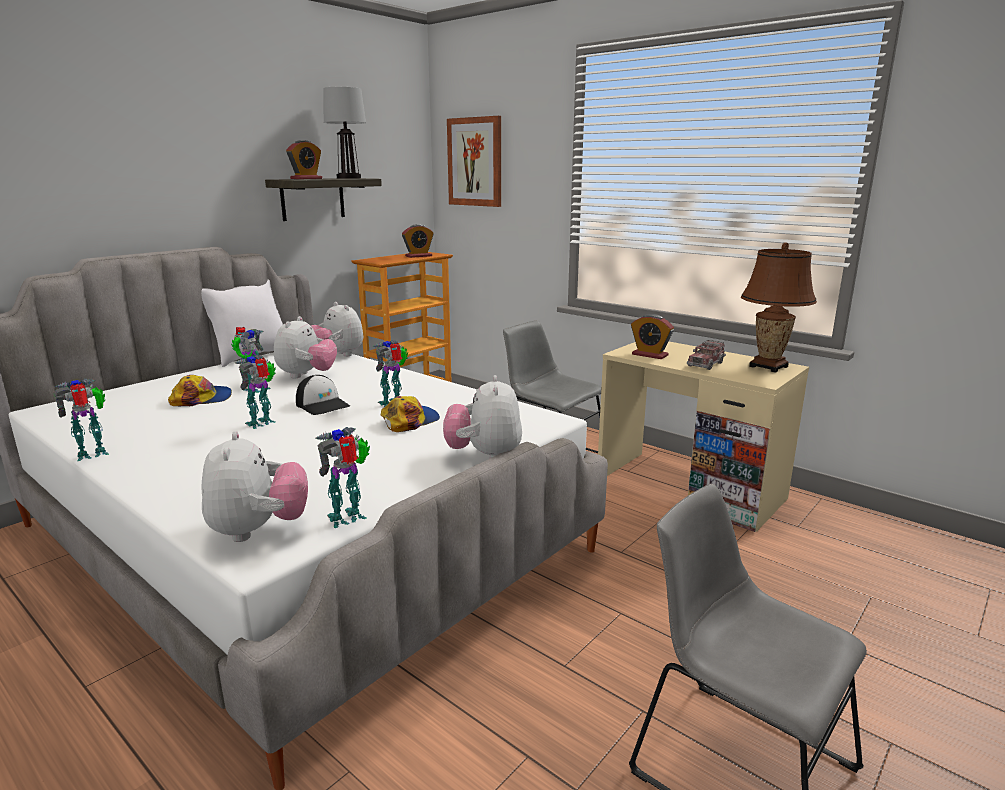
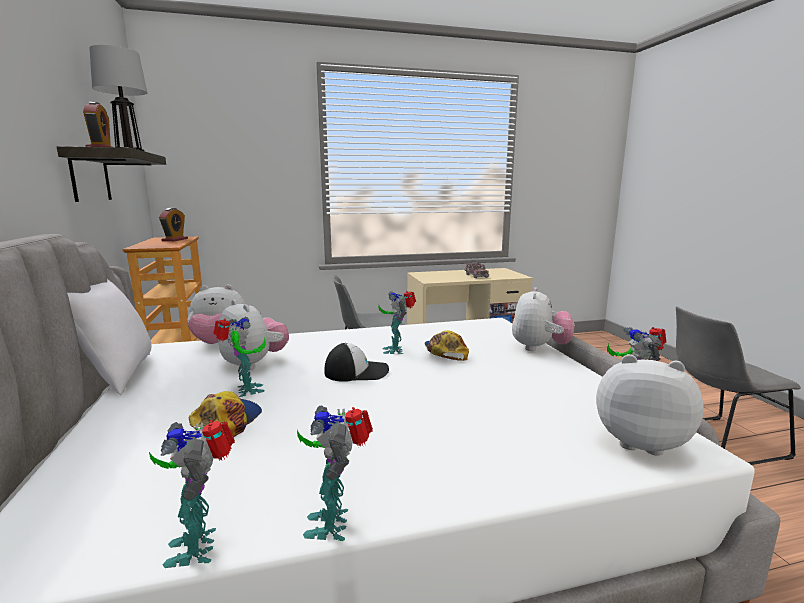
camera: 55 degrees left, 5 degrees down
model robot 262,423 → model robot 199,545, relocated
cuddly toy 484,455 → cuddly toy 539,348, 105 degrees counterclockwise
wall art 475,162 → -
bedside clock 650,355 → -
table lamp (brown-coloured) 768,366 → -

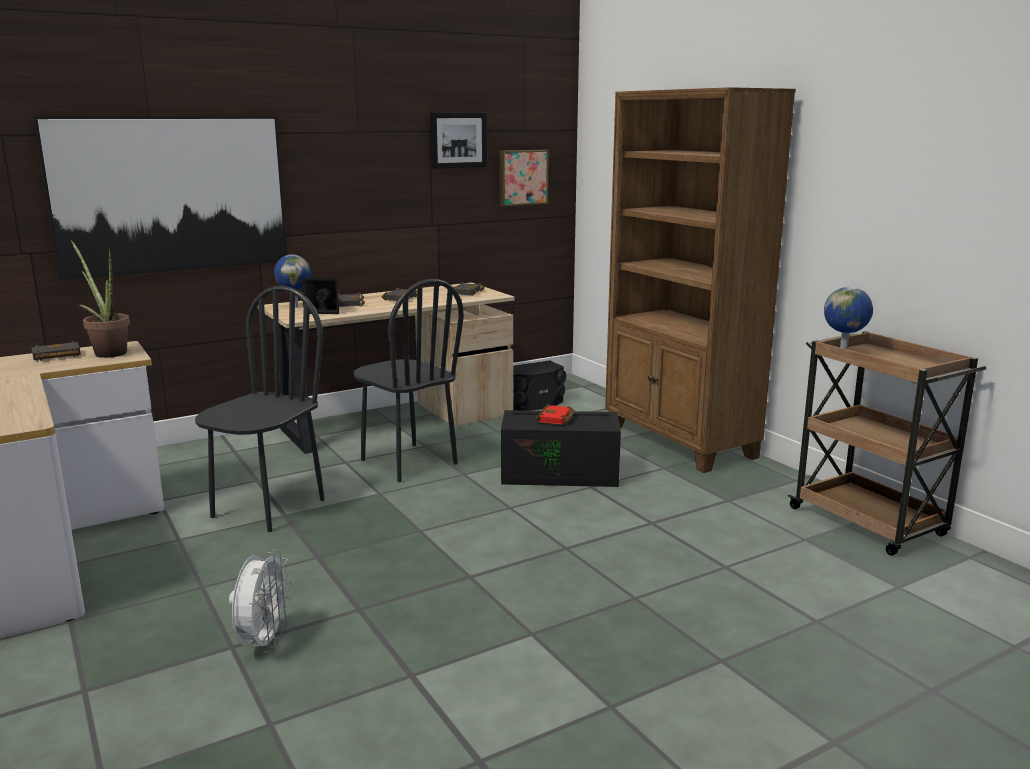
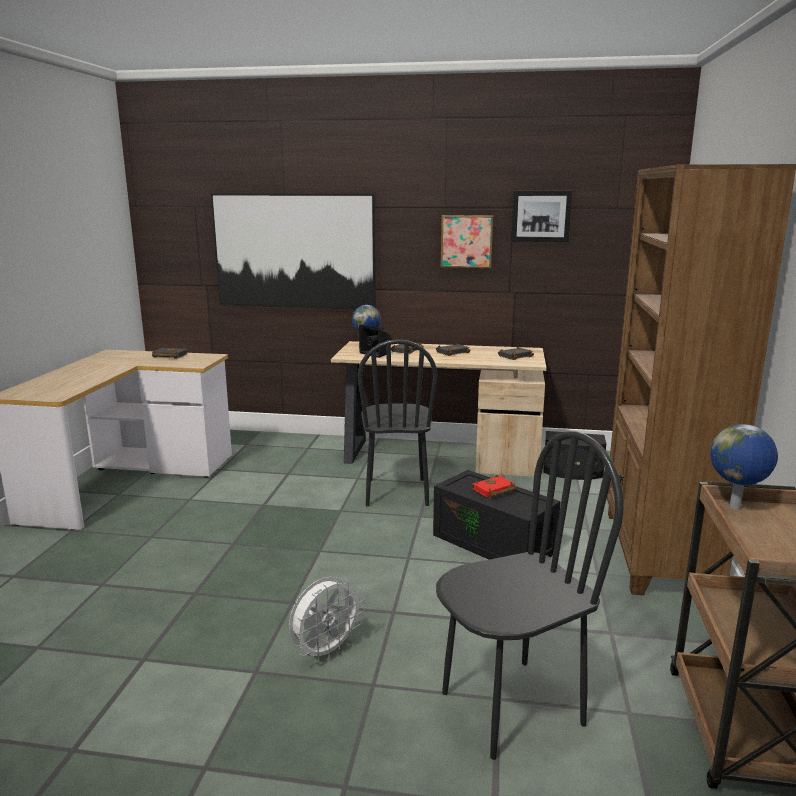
camera: 40 degrees right, 0 degrees up
fan (whitish) 263,642 → fan (whitish) 326,651, relocated
chair (blackish) 268,508 → chair (blackish) 511,707, relocated
wall art 522,177 → wall art 466,241, relocated
plant in a pot 107,352 → -

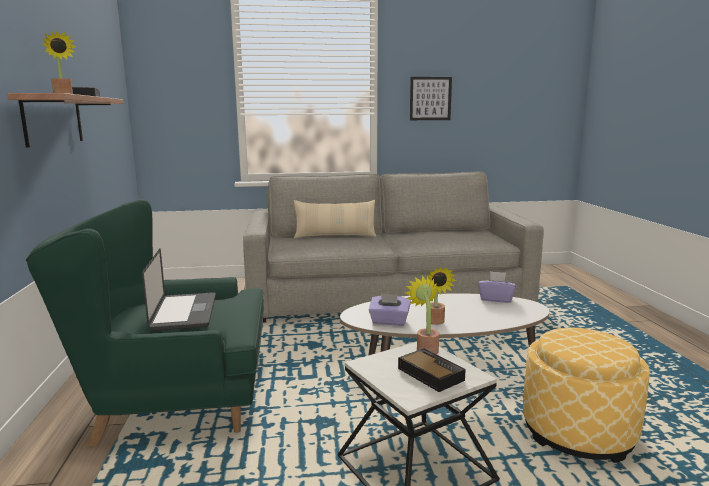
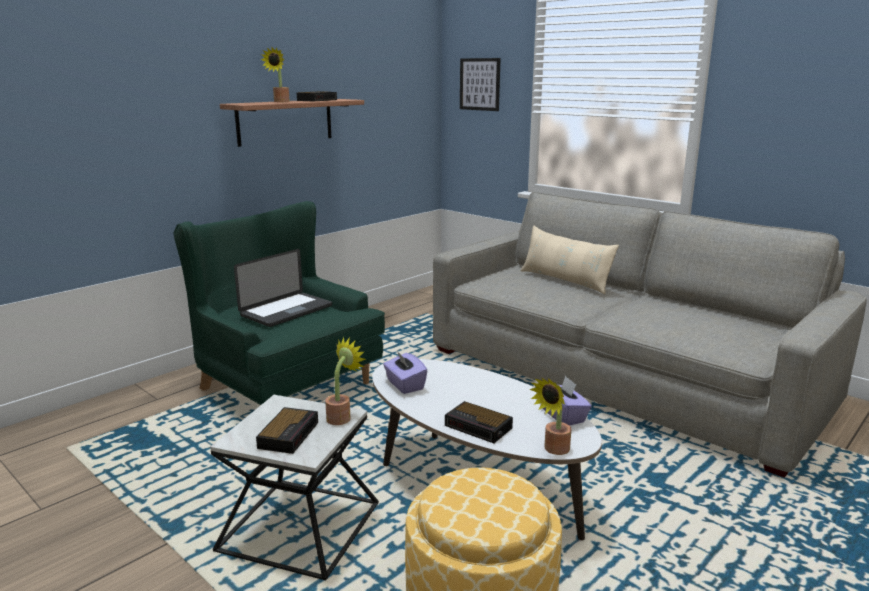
camera: 50 degrees right, 5 degrees up
- → bedside clock 479,427
wall art 430,98 → wall art 479,84, relocated
plant in a pot 436,322 → plant in a pot 553,450, relocated

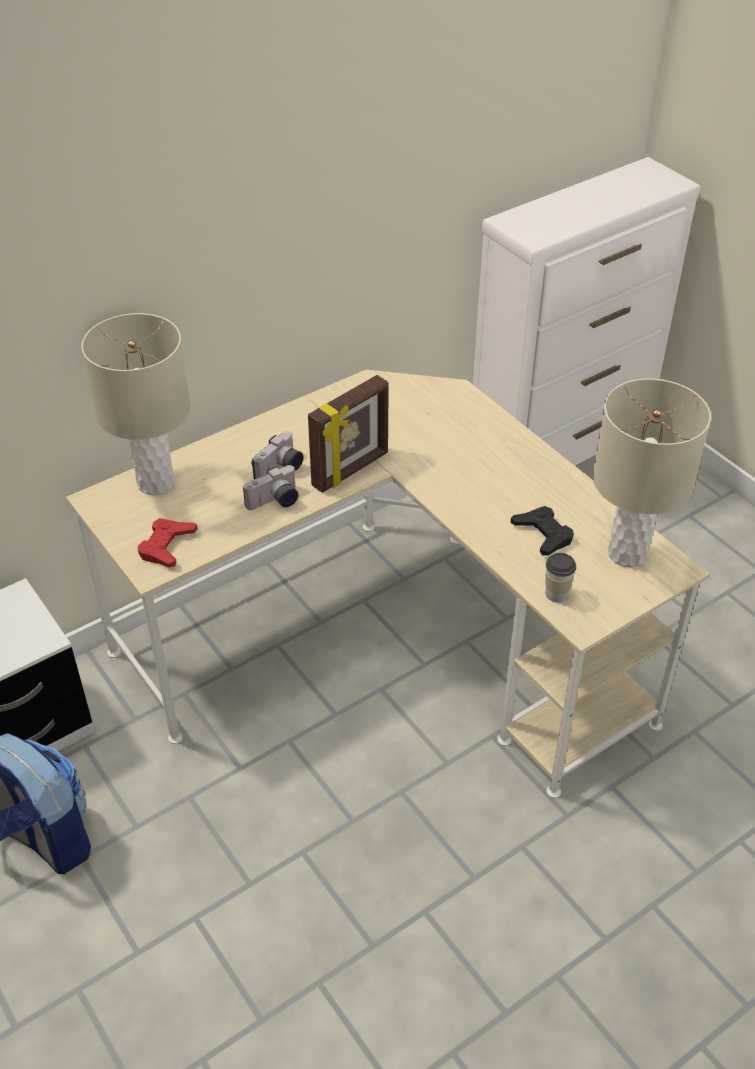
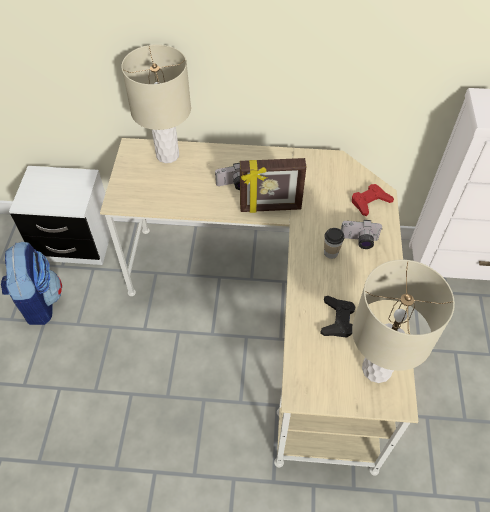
camera: 40 degrees right, 10 degrees up
cup 556,594 → cup 331,252, relocated
photo camera 275,502 → photo camera 359,241, relocated
game controller (red-coloured) 167,546 → game controller (red-coloured) 370,202, relocated

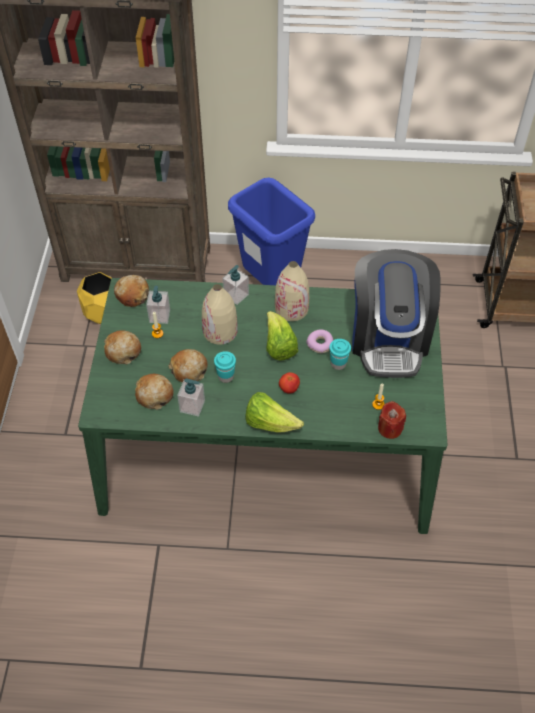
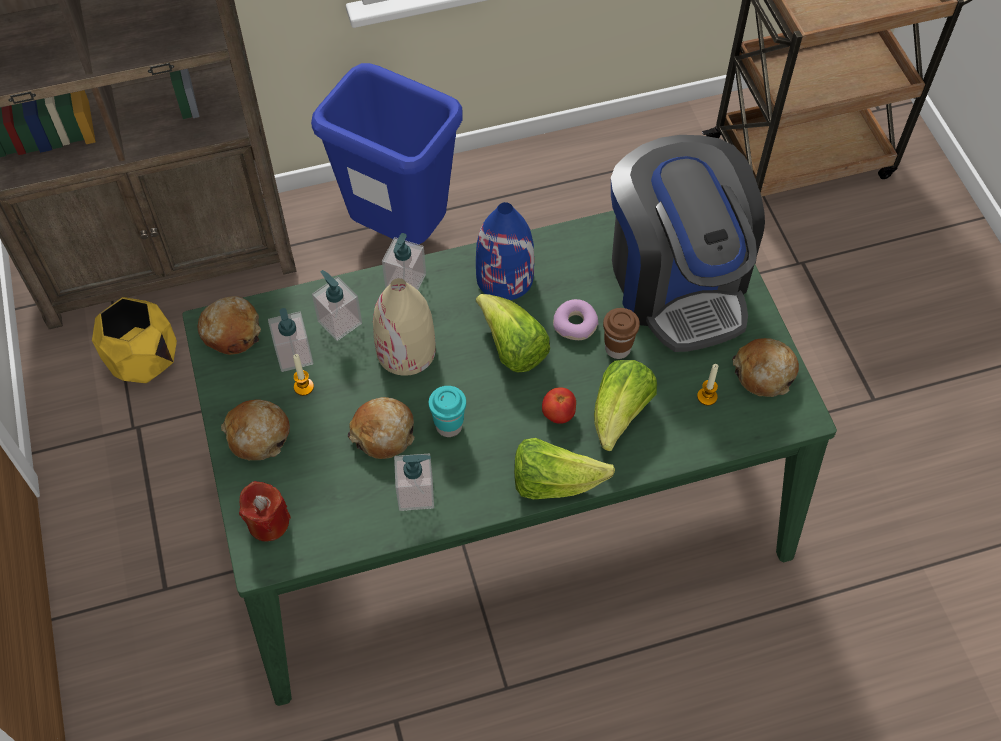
camera: 20 degrees left, 5 degrees up
wax candle (red-coloured) 390,428 → wax candle (red-coloured) 268,522, relocated
- → soap dispenser 339,322
decorative vase (beige) 292,308 → decorative vase (blue) 505,277
- → lettuce 619,415
cup (turquoise-coloured) 338,364 → cup (brown-coloured) 617,348
bakery bread 154,395 → bakery bread 764,373, relocated

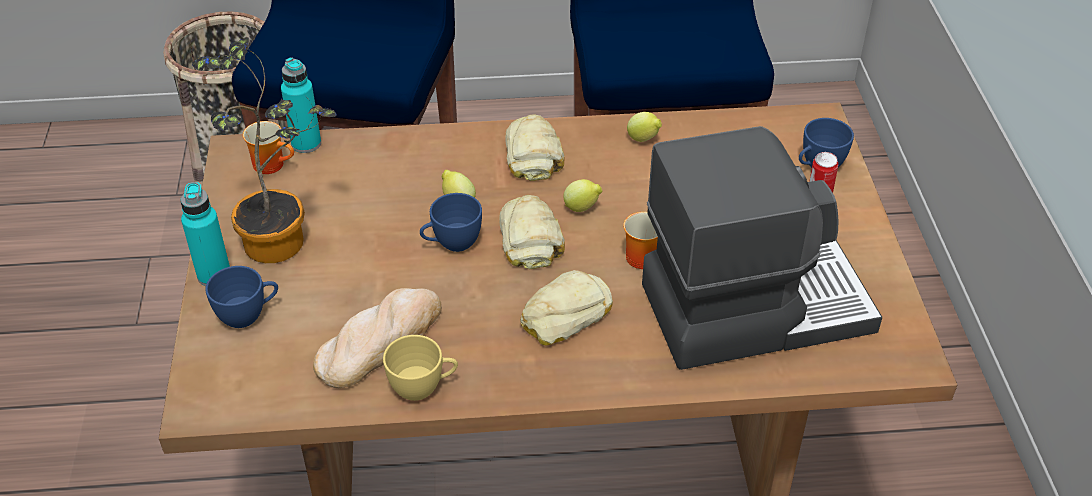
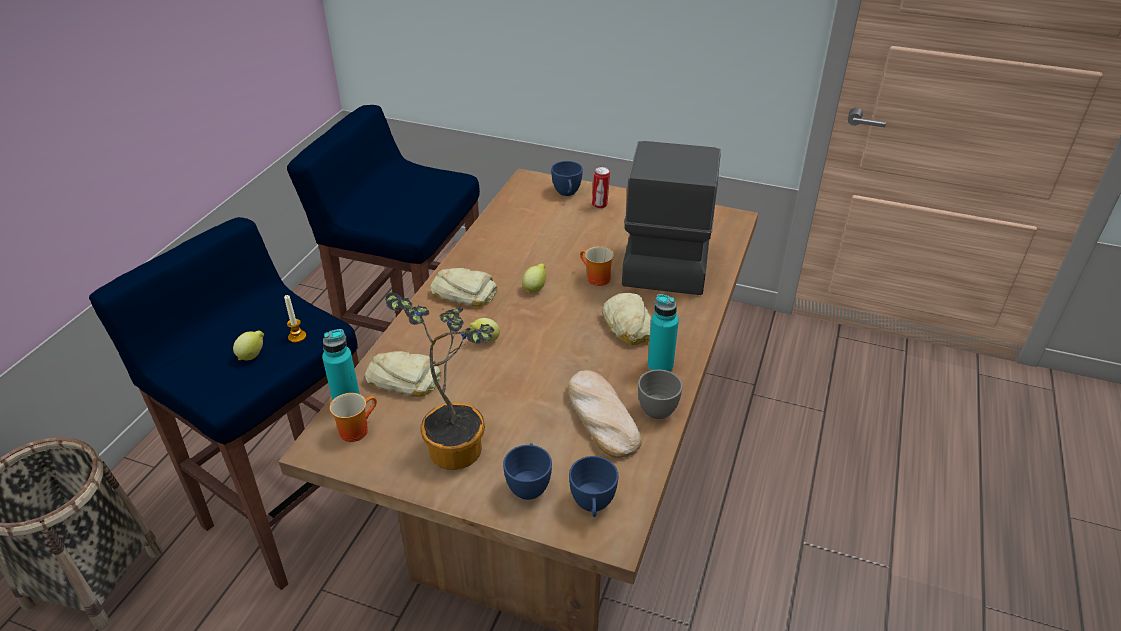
camera: 65 degrees left, 5 degrees down
lemon 644,139 → lemon 252,355, relocated
- → wax candle 297,336
bakery bread 531,238 → bakery bread 404,378, relocated
cup (blue) 451,244 → cup (blue) 592,506, relocated
cup (yellow) 423,387 → cup (grey) 658,407
bottle (turquoise-coloured) 214,275 → bottle (turquoise-coloured) 660,366, relocated

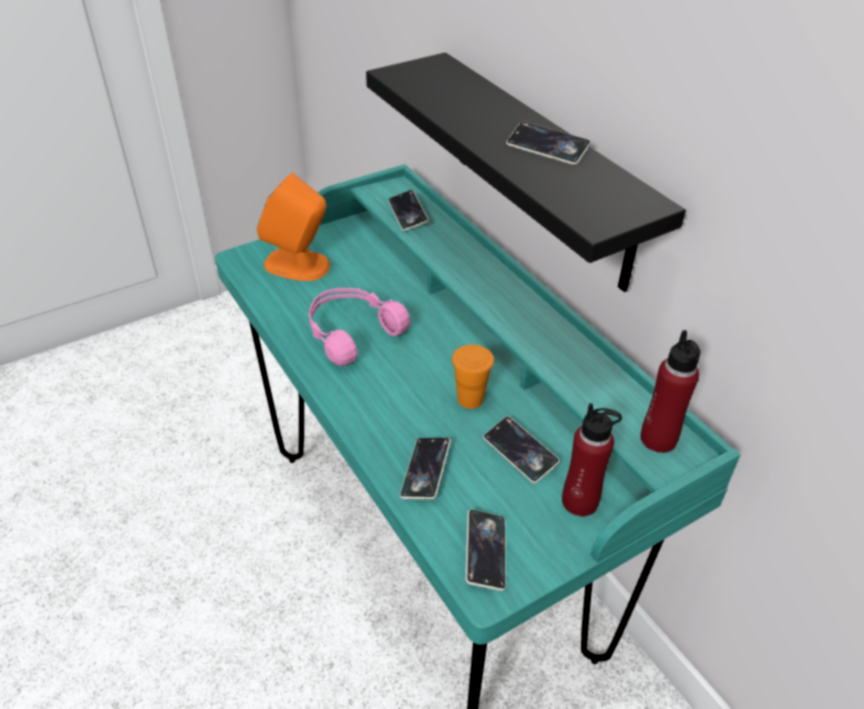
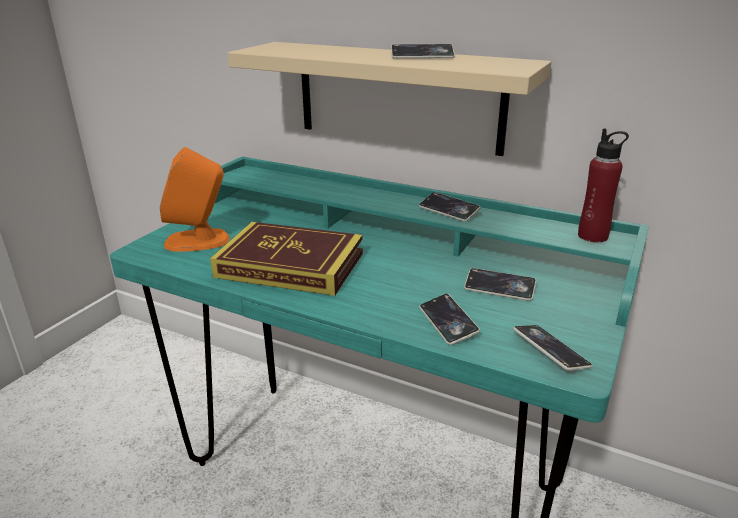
camera: 30 degrees left, 15 degrees down
headphones (pinkish) 351,332 → bound book 290,265
wall shelf (blackish) 542,171 → wall shelf (beige) 398,97
phone 407,214 → phone 448,210, relocated
cup (orange) 470,399 → -
bottle (red-coloured) 580,501 → -

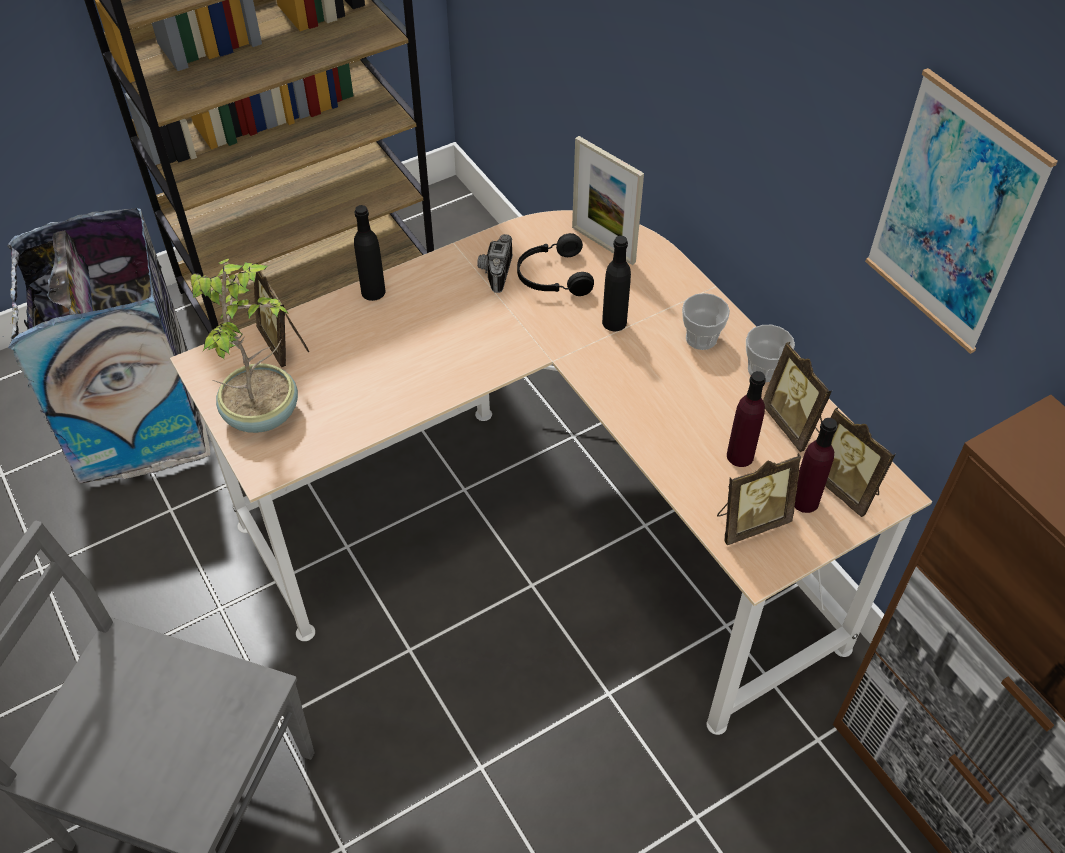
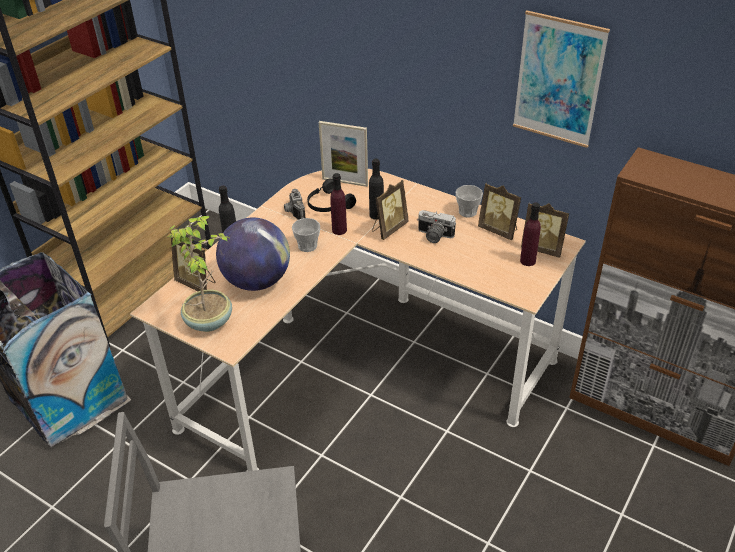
camera: 25 degrees left, 10 degrees down
- → globe 257,281
cup 701,338 → cup 307,246, relocated
bottle (purple-coloured) 740,456 → bottle (purple-coloured) 339,230, relocated
photo frame 750,522 → photo frame 388,229, relocated
- → photo camera 433,236

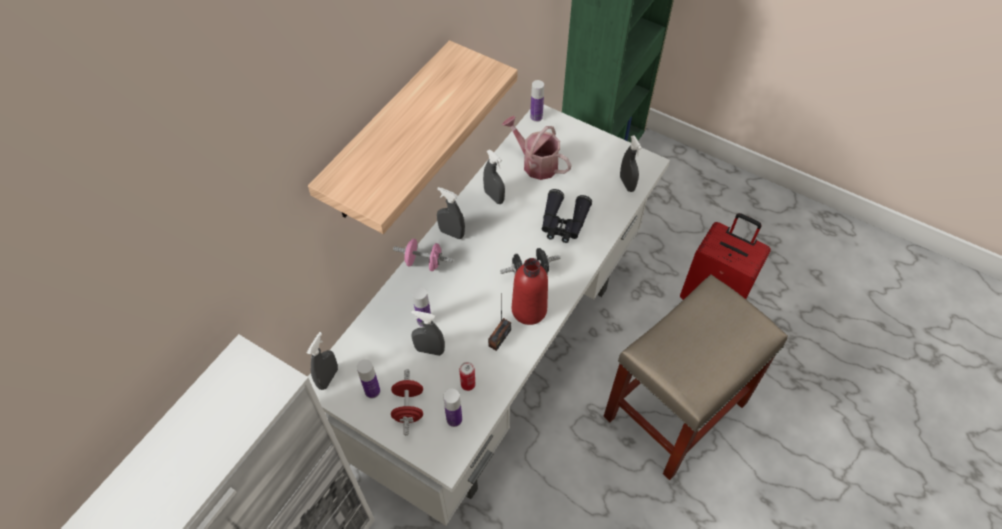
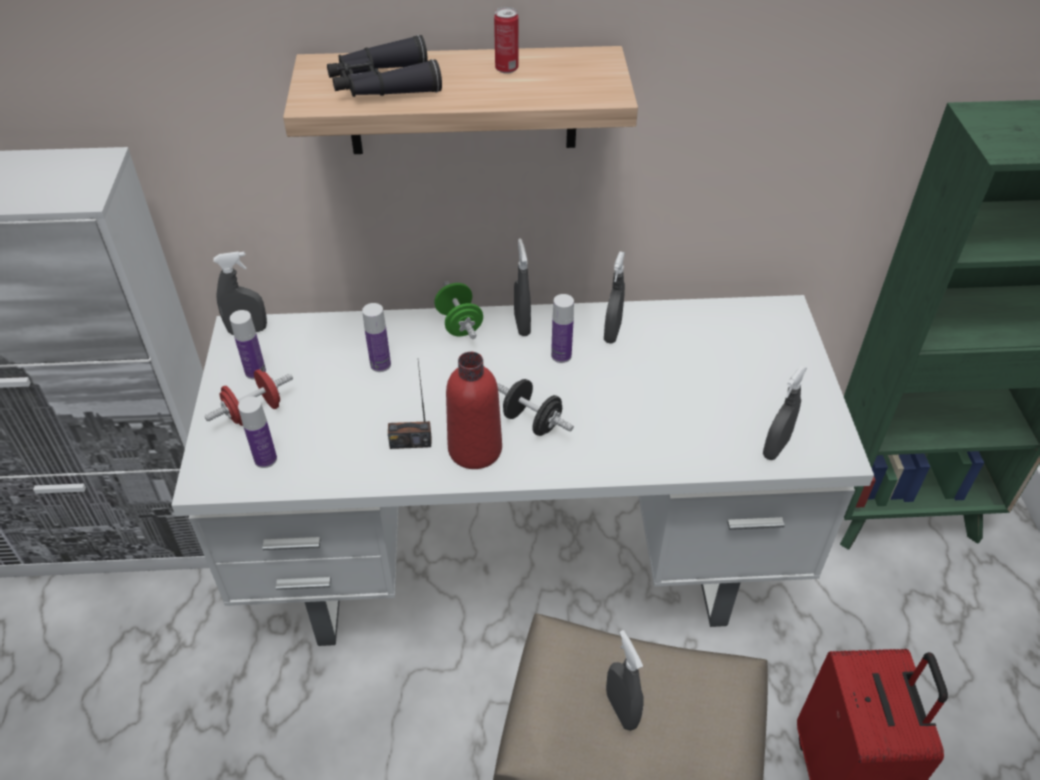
camera: 55 degrees right, 10 degrees down
pair of binoculars (blackish) 563,223 → pair of binoculars (blackish) 383,85, relocated
dumbbell (pinkish) 424,262 → dumbbell (greenish) 459,324
can 468,384 → can 506,69, relocated
bottle 536,117 → bottle 561,355, relocated
sprayer (grey) 429,350 → sprayer (grey) 621,710, relocated
sprinkling can 536,163 → -

